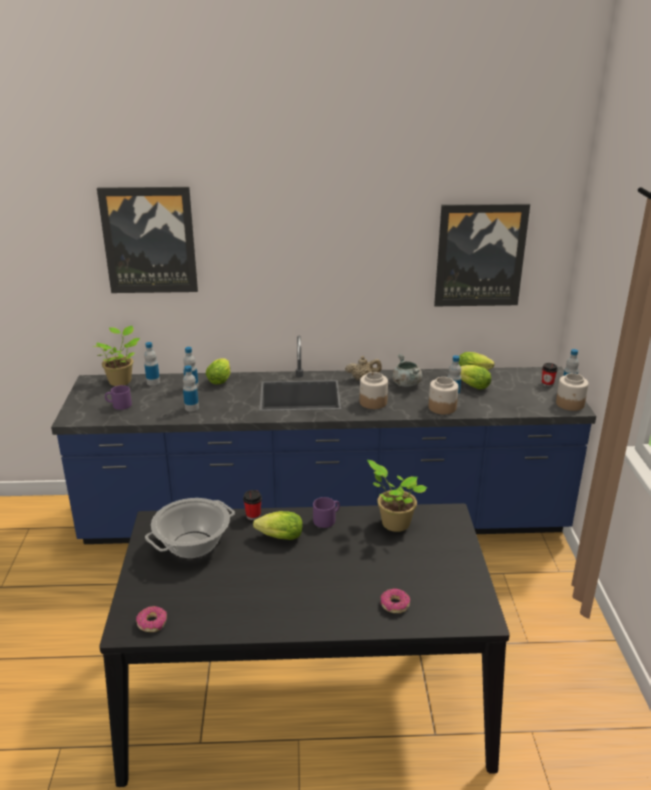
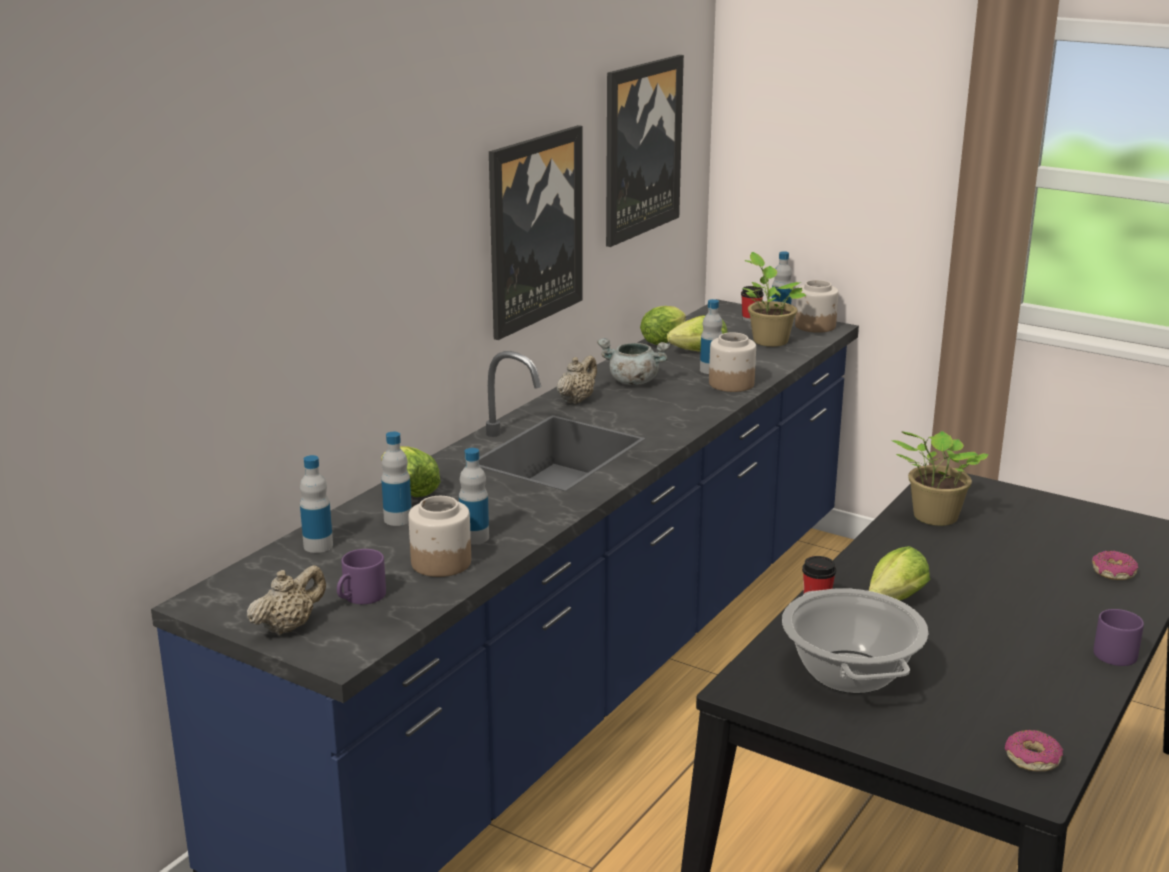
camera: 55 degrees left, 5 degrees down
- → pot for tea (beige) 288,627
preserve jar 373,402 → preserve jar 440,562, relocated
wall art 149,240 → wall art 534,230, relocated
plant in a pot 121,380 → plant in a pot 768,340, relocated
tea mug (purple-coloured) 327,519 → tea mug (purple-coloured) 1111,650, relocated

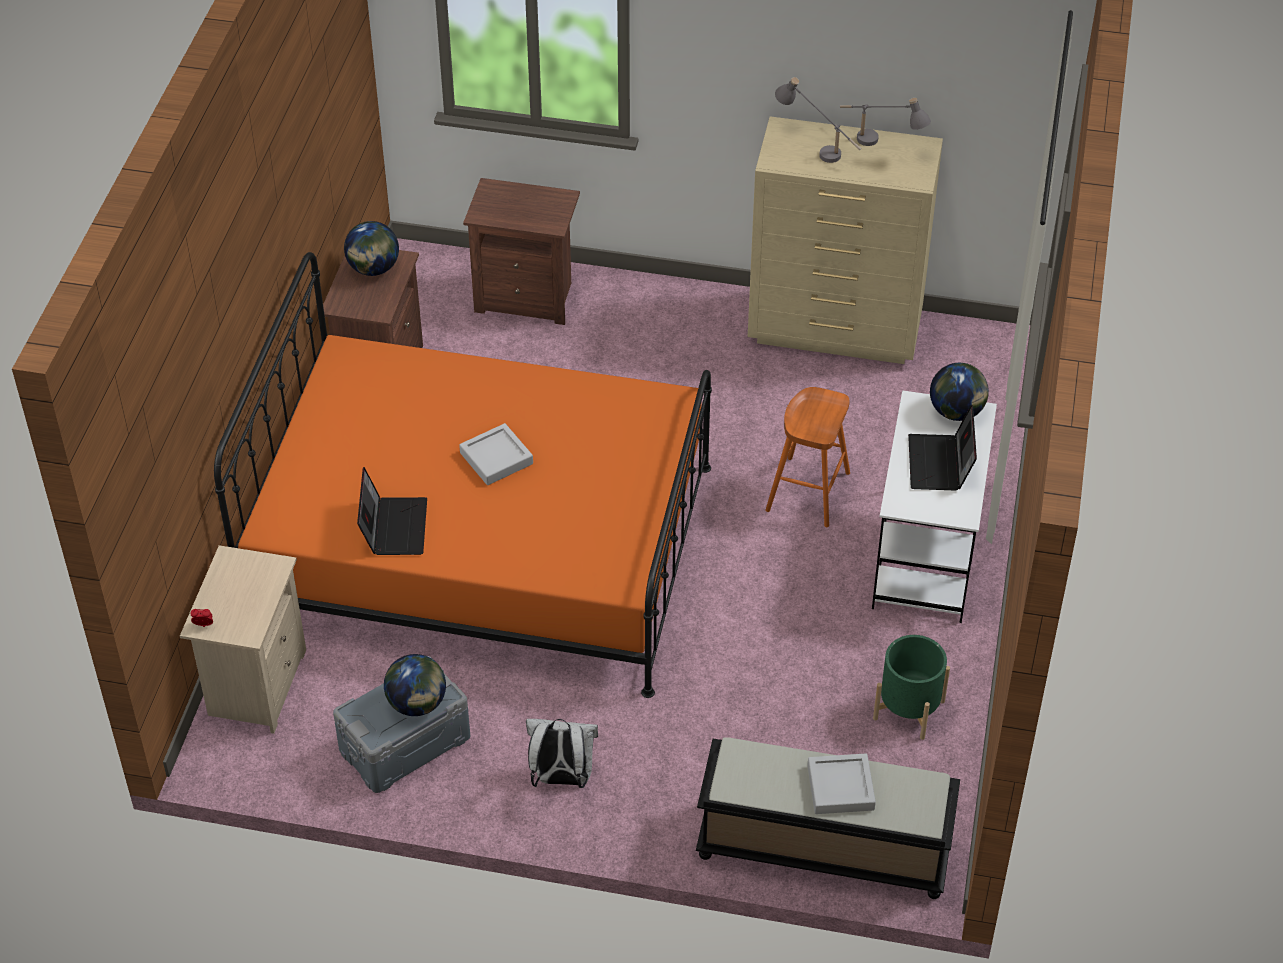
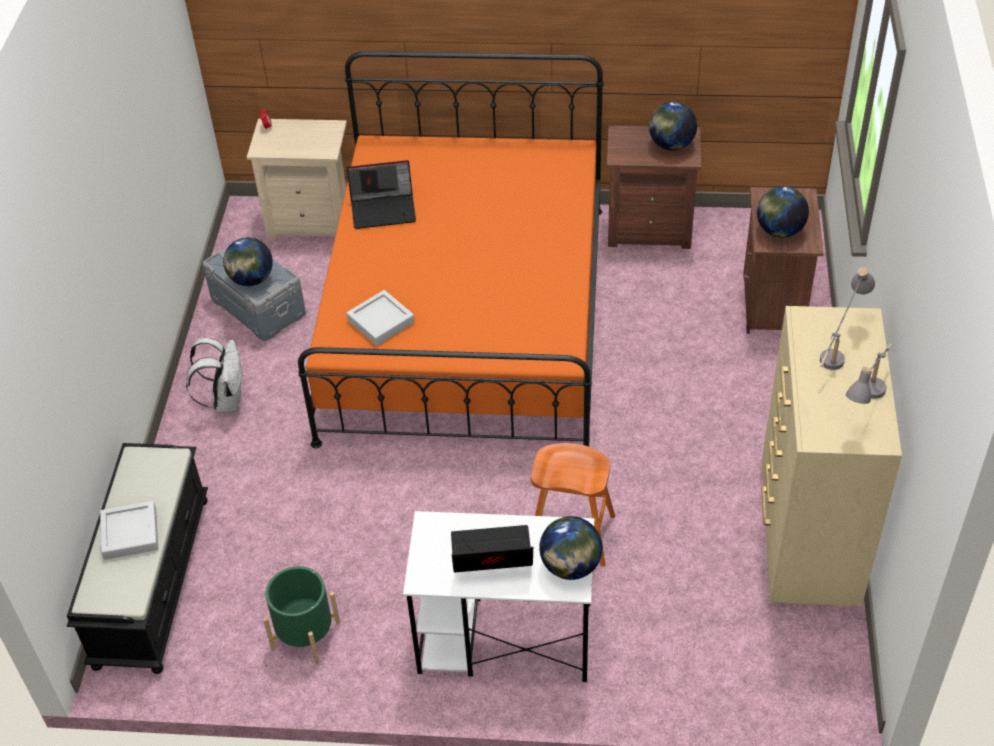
camera: 85 degrees right, 0 degrees up
tray (grey) 496,458 → tray (grey) 381,321, relocated
- → globe 779,231

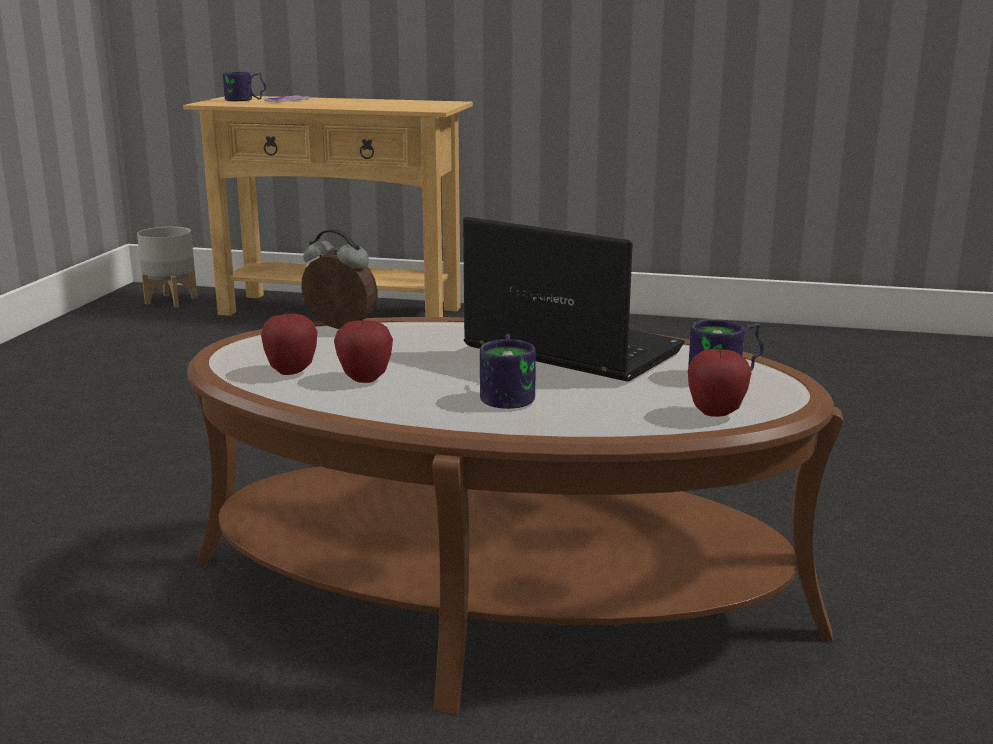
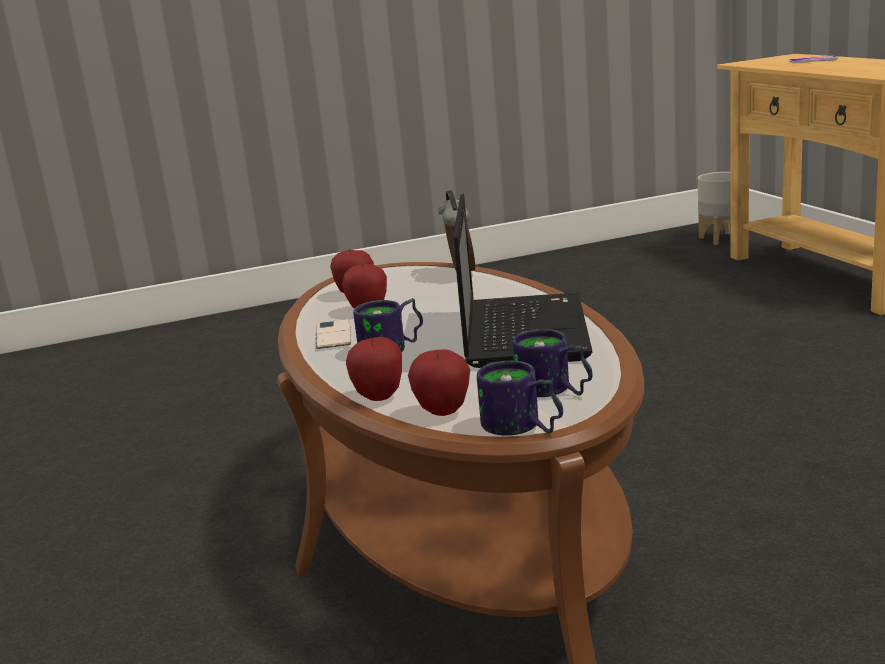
camera: 60 degrees right, 0 degrees up
- → phone 333,335
- → apple fruit 379,397
tea mug 246,100 → tea mug 520,428, relocated

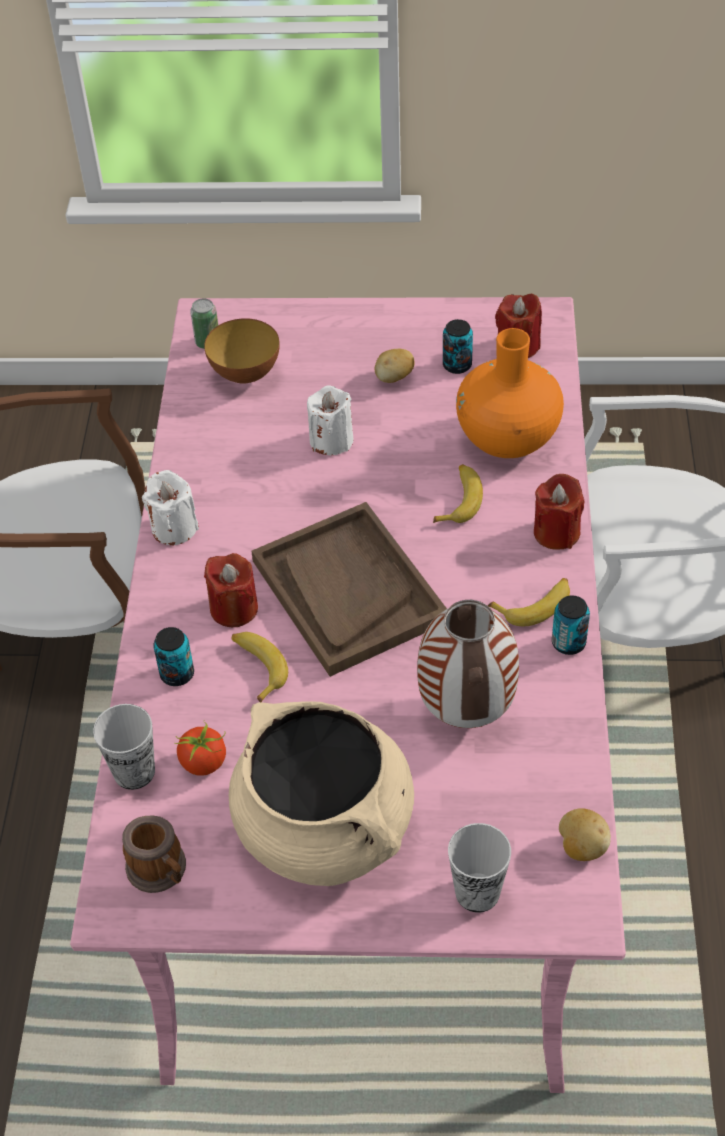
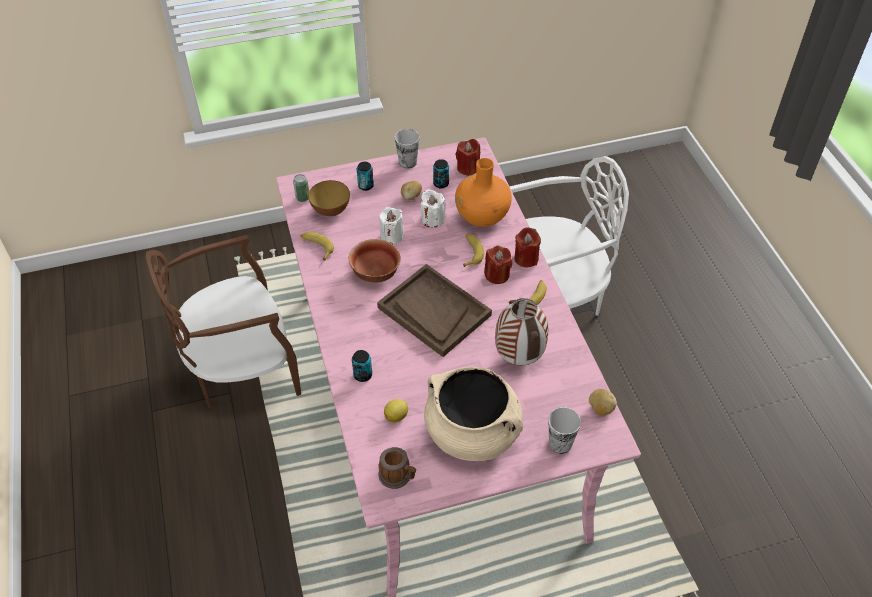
camera: 20 degrees left, 0 degrees up
banana 257,667 → banana 317,247, relocated
- → deep dish 376,273
can 568,643 → can 366,186, relocated
tomato 204,762 → lemon 397,416
cup 134,771 → cup 407,162, relocated
wax candle (whitish) 174,528 → wax candle (whitish) 432,219, relocated
wax candle (red-coloured) 234,608 → wax candle (red-coloured) 497,275, relocated

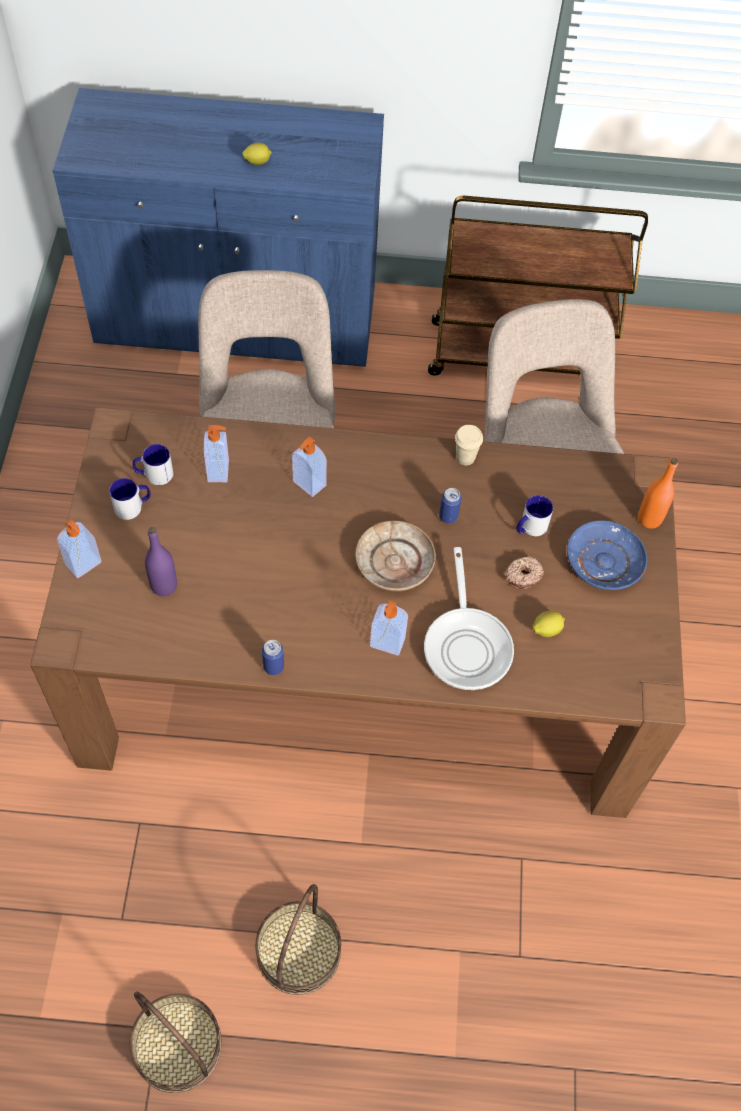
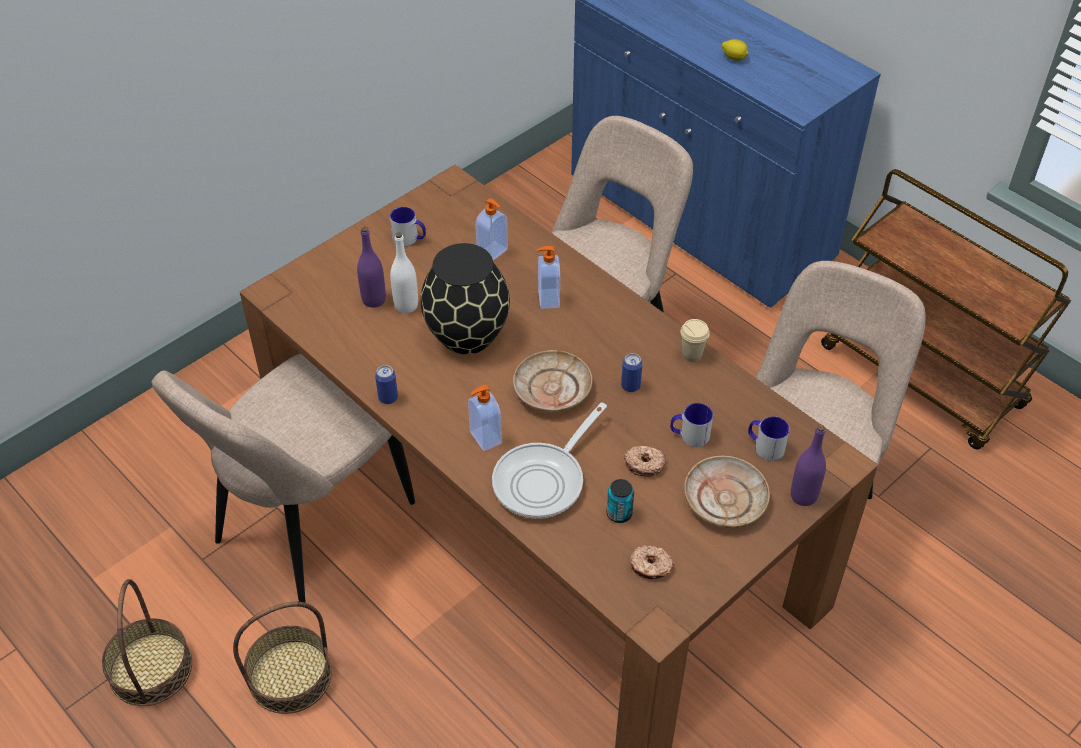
camera: 45 degrees right, 10 degrees down
- → chair (beige) 307,528
- → bottle (whitish) 406,305
- → decorative vase (blackish) 468,335
lemon 546,630 → can 619,513
- → donut 650,567
plate (blue) 603,561 → plate (beige) 725,499
tea mug 154,474 → tea mug 764,446, relocated
bottle (orange) 649,519 → bottle (purple-coloured) 803,496
soap dispenser 84,564 → -

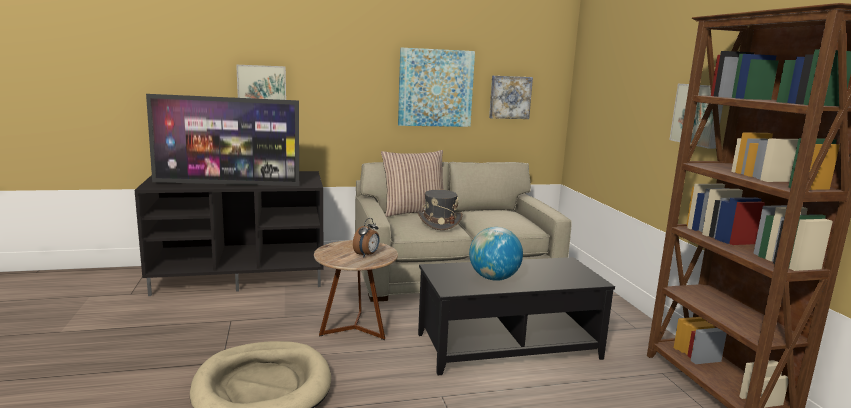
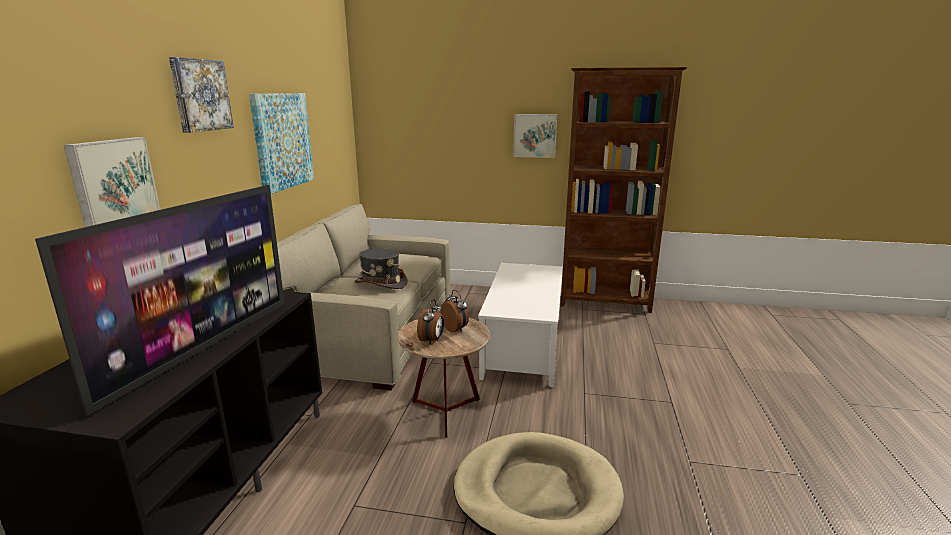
camera: 65 degrees left, 5 degrees up
wall art 509,97 → wall art 200,95, relocated
- → bedside clock 432,340
coffee table (blackish) 507,345 → coffee table (whitish) 522,346
throw pillow 413,211 → -
globe 493,278 → -

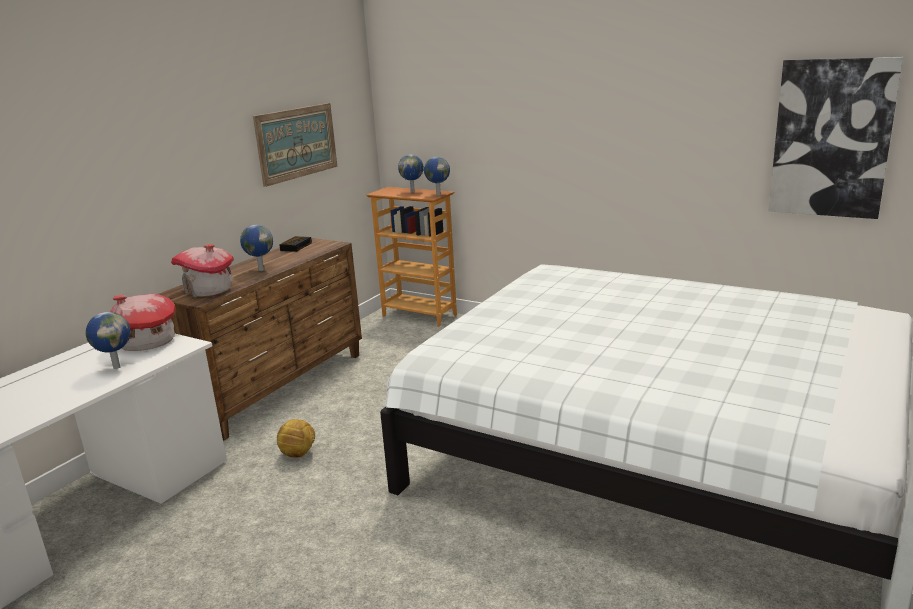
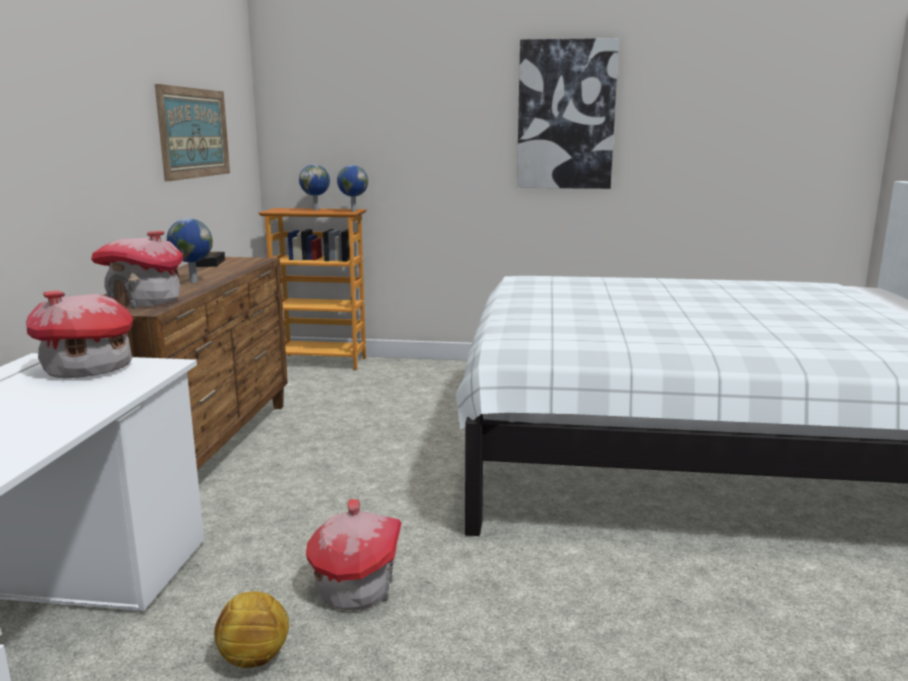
camera: 25 degrees left, 5 degrees down
ball for football 298,454 → ball for football 254,658, relocated
- → model house 356,588
wall art 831,138 → wall art 566,115, relocated
globe 116,367 → -

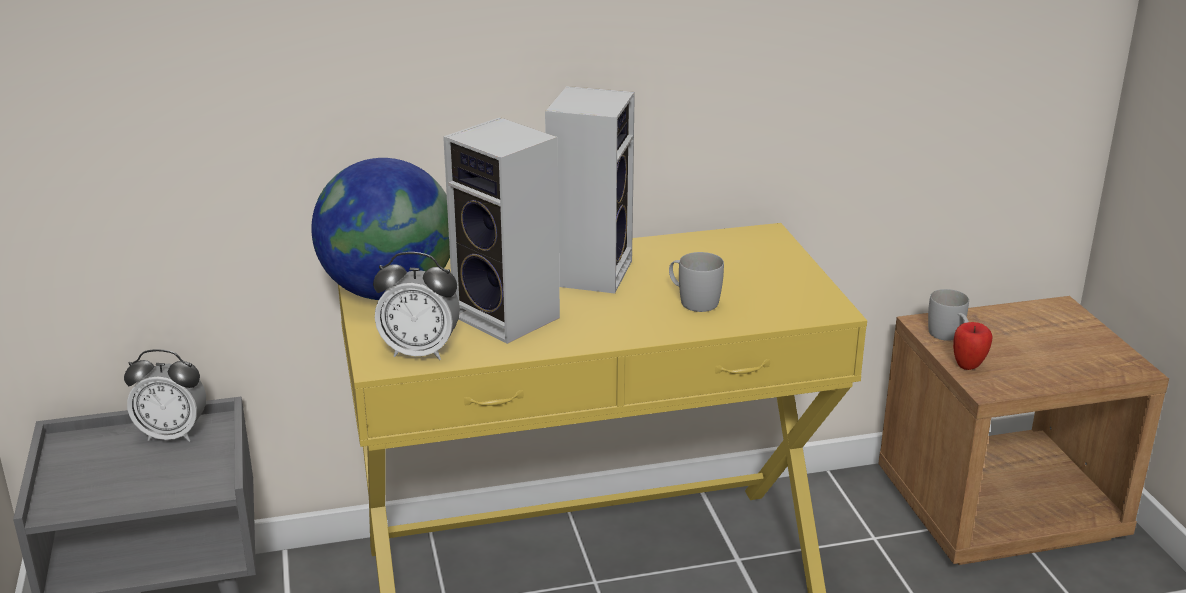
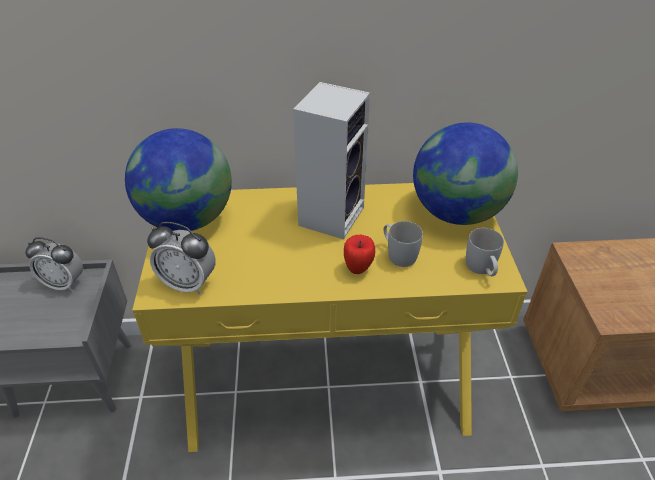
camera: 10 degrees right, 15 degrees up
apple fruit 968,366 → apple fruit 358,269, relocated
- → globe 456,213
tea mug (whitish) 949,336 → tea mug (whitish) 482,269, relocated
speaker 510,318 → -

